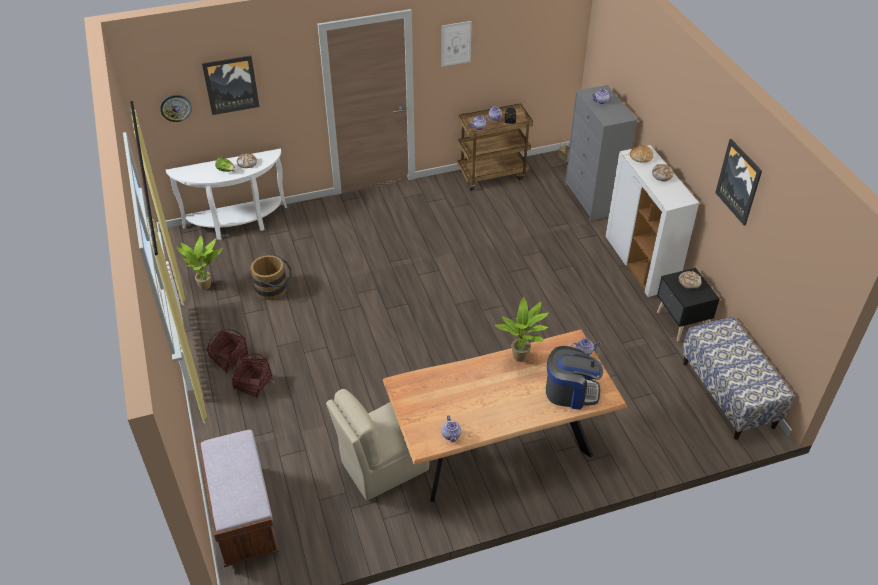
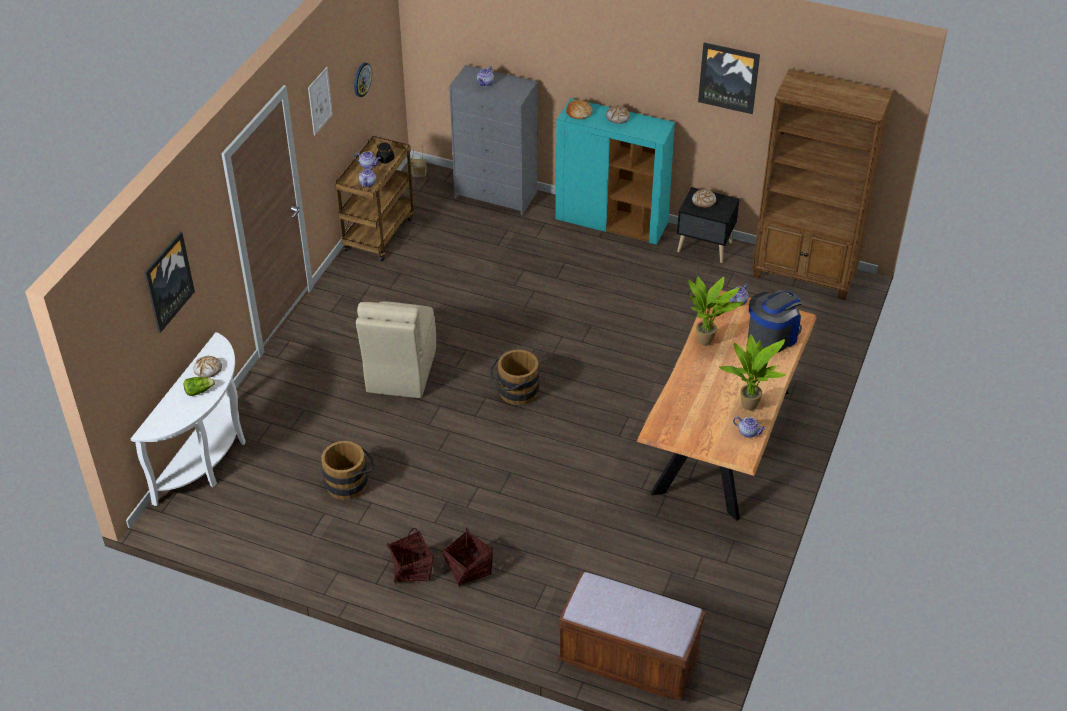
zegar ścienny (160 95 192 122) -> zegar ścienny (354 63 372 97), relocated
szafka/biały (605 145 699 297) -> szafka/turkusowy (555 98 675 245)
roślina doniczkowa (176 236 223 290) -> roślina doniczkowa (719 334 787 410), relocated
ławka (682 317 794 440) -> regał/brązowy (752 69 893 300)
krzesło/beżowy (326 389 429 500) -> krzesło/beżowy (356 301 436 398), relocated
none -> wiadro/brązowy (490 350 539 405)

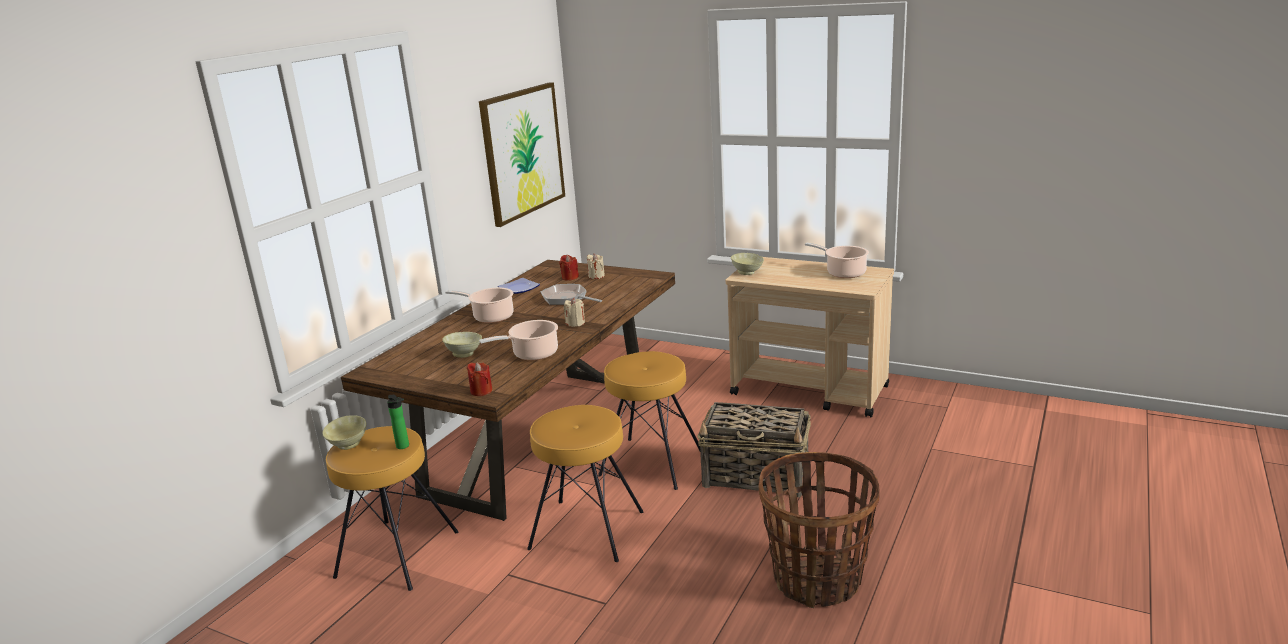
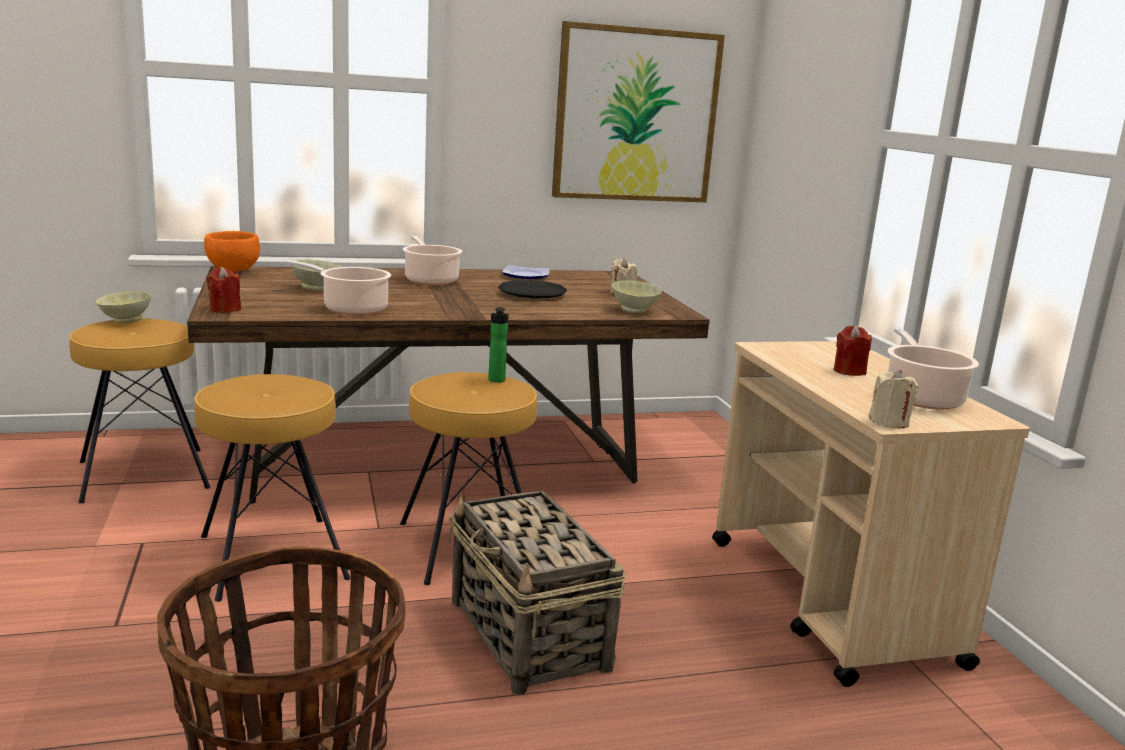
miska/beżowy (731 253 764 275) -> miska/beżowy (612 280 662 313), relocated
świeca/czerwony (559 255 579 281) -> świeca/czerwony (834 325 872 376), relocated
patelnia (541 284 602 305) -> talerz/czarny (498 280 567 298)
świeca/beżowy (564 298 585 327) -> świeca/beżowy (869 369 919 429), relocated
butelka (387 395 409 449) -> butelka (488 307 509 383), relocated
none -> miska/pomarańczowy (204 231 260 272)

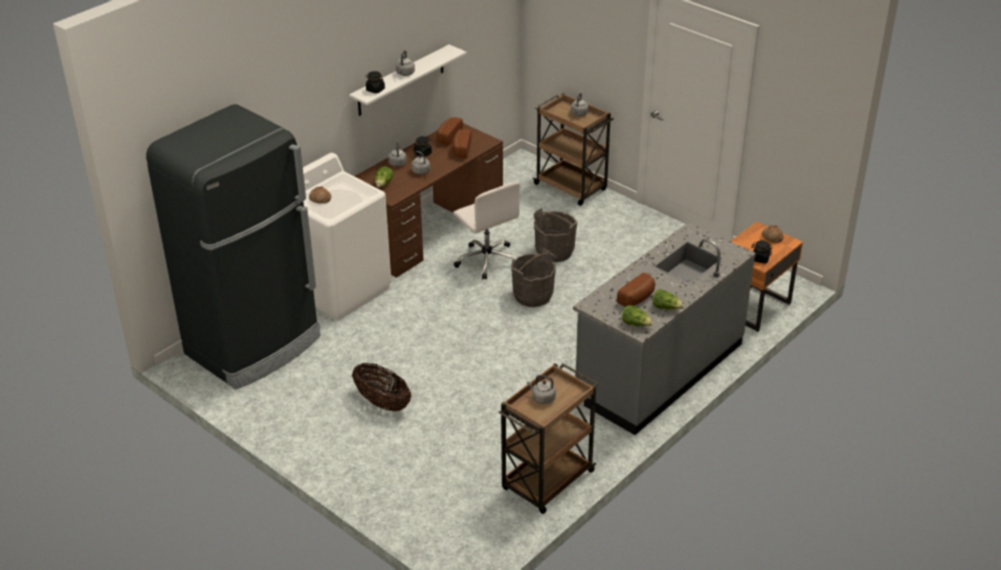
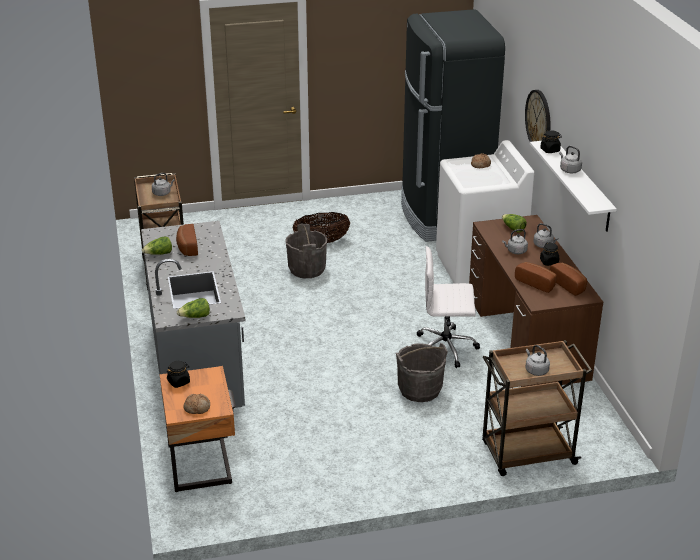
wiadro/szary (511 250 556 307) -> wiadro/szary (286 224 327 278), relocated
sałata (622 305 653 327) -> sałata (177 298 210 318), relocated
none -> zegar ścienny (525 90 550 142)

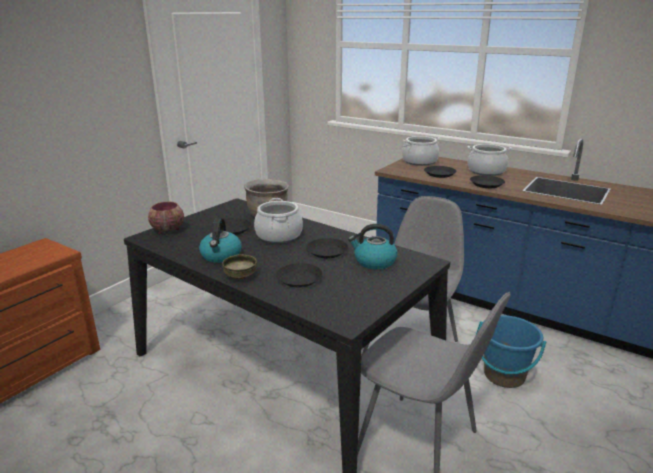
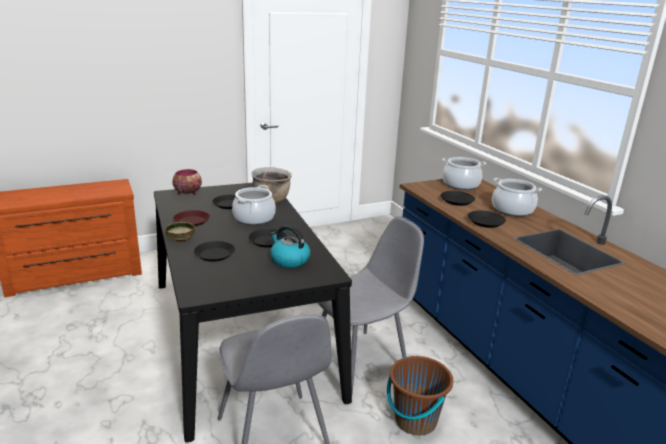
czajnik (199 218 242 263) -> talerz/brązowy (173 210 210 227)
wiadro/niebieski (476 315 547 388) -> wiadro/brązowy (387 356 453 435)

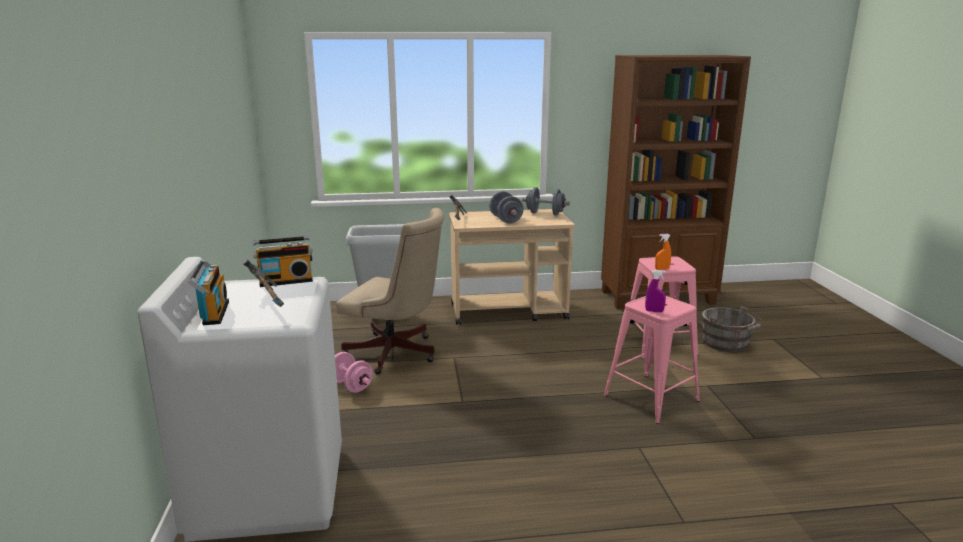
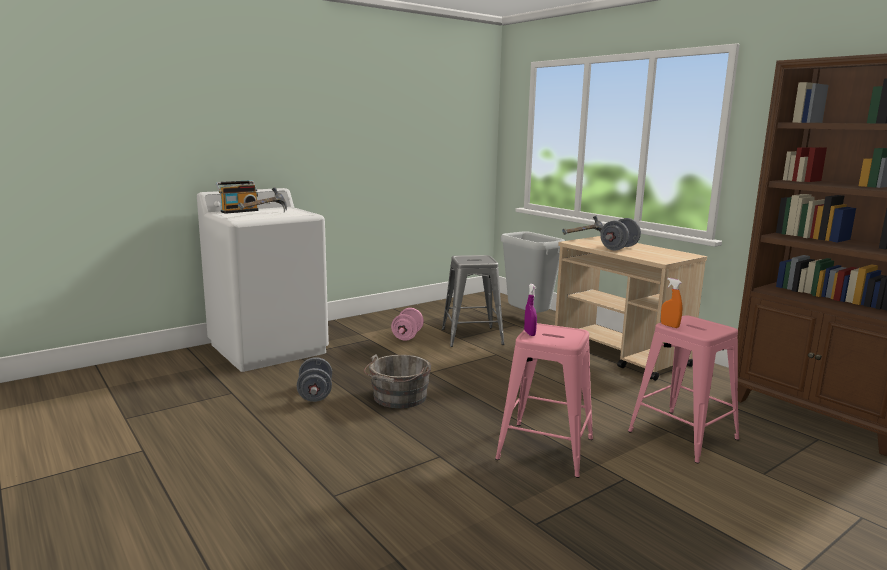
hantel/szary (522 187 570 215) -> hantel/szary (297 357 332 402), relocated
krzesło biurowe/beżowy (336 208 444 375) -> stołek/szary (442 255 505 347)
radio (252 236 313 287) -> none
wiadro/szary (701 306 762 352) -> wiadro/szary (364 354 431 408), relocated

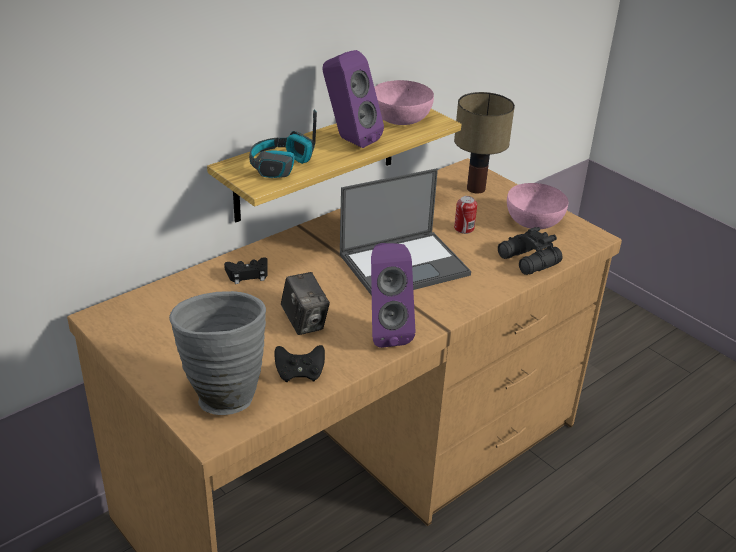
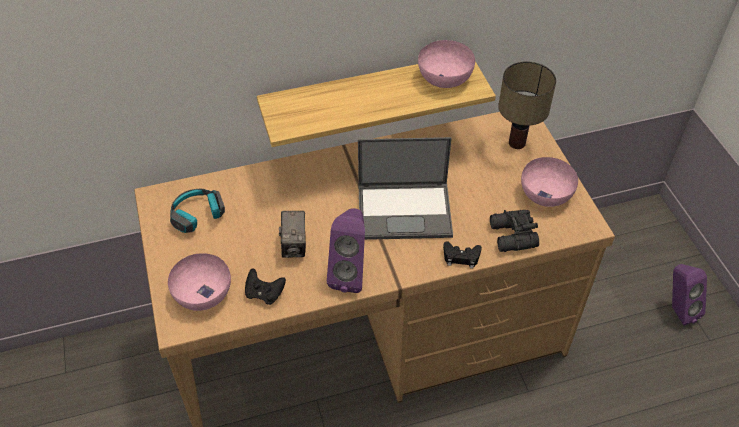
głośnik/fioletowy (322 50 384 148) -> głośnik/fioletowy (672 264 707 326), relocated
słuchawki (249 110 317 178) -> słuchawki (170 189 225 233), relocated
puszka (454 196 477 234) -> none
pad do gier/czarny (224 257 268 284) -> pad do gier/czarny (443 241 482 268), relocated
wazon/szary (169 291 266 415) -> miska/różowy (168 253 231 311)

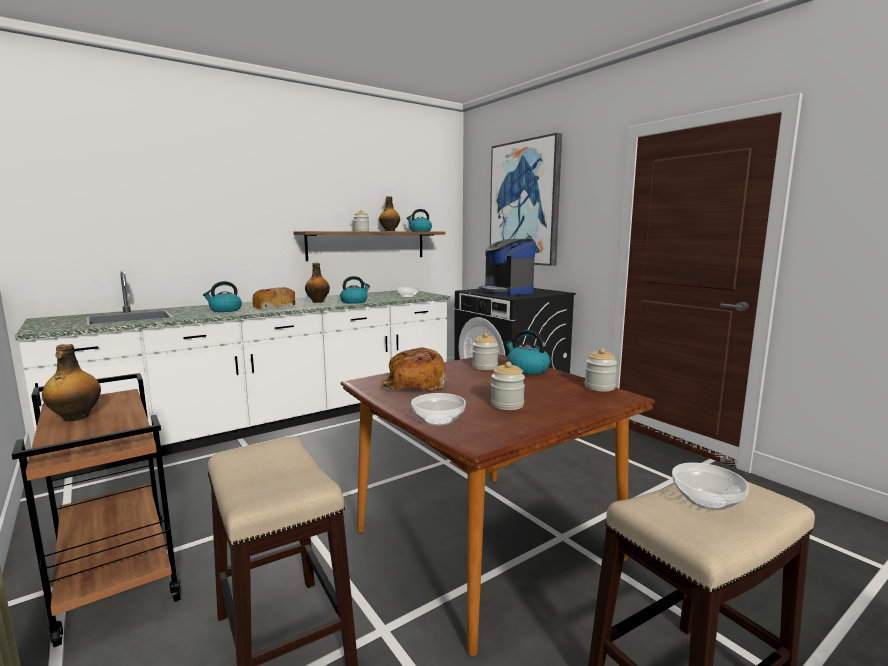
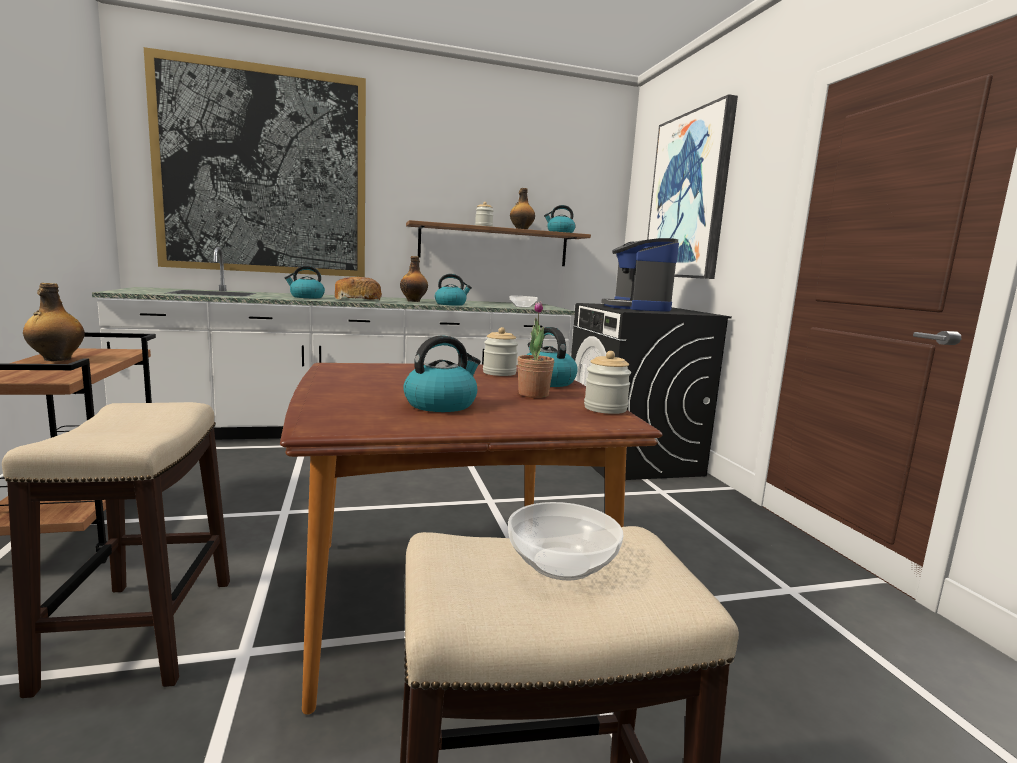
chleb (380 347 446 390) -> none
słoik (491 362 525 410) -> czajnik (403 335 481 412)
miska (411 393 466 426) -> none
none -> obraz (144 47 366 277)
none -> roślina doniczkowa (517 301 554 398)

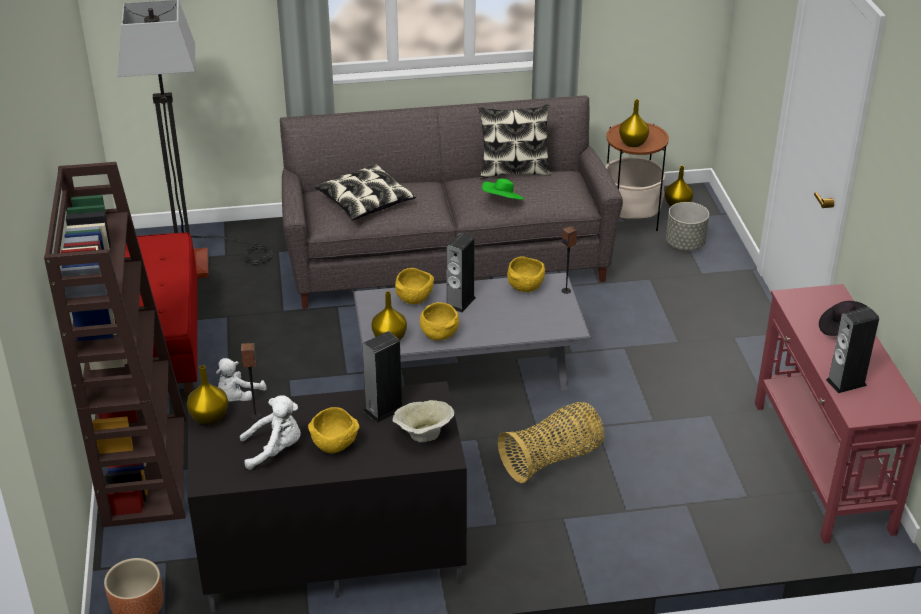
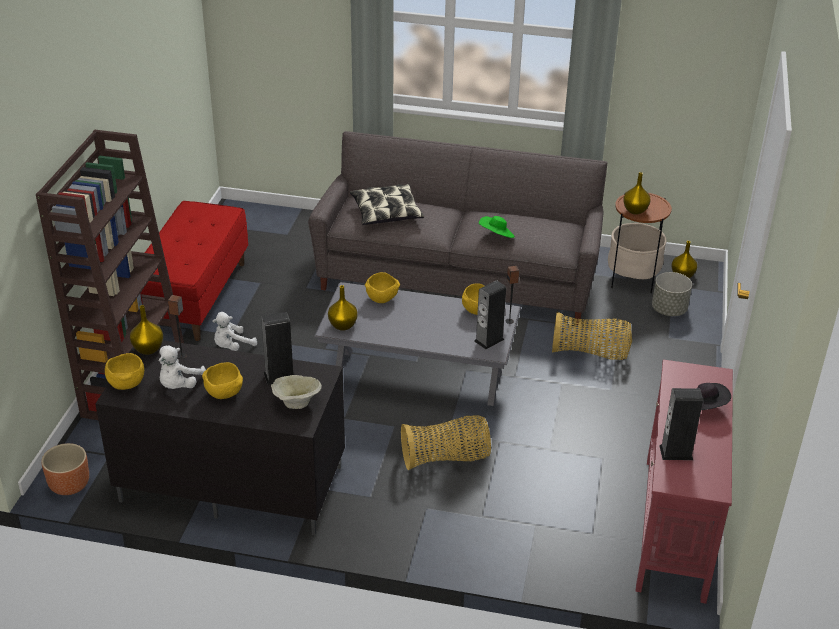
lampa stojąca (117 0 273 278) -> none
poduszka (479 104 551 179) -> none
głośnik (446 233 476 313) -> głośnik (474 280 506 350), relocated
miska/żółty (420 302 459 341) -> miska/żółty (105 353 144 390), relocated
pluszak/biały (240 395 300 470) -> pluszak/biały (159 345 206 389), 105 degrees clockwise
none -> koszyk (552 312 632 360)

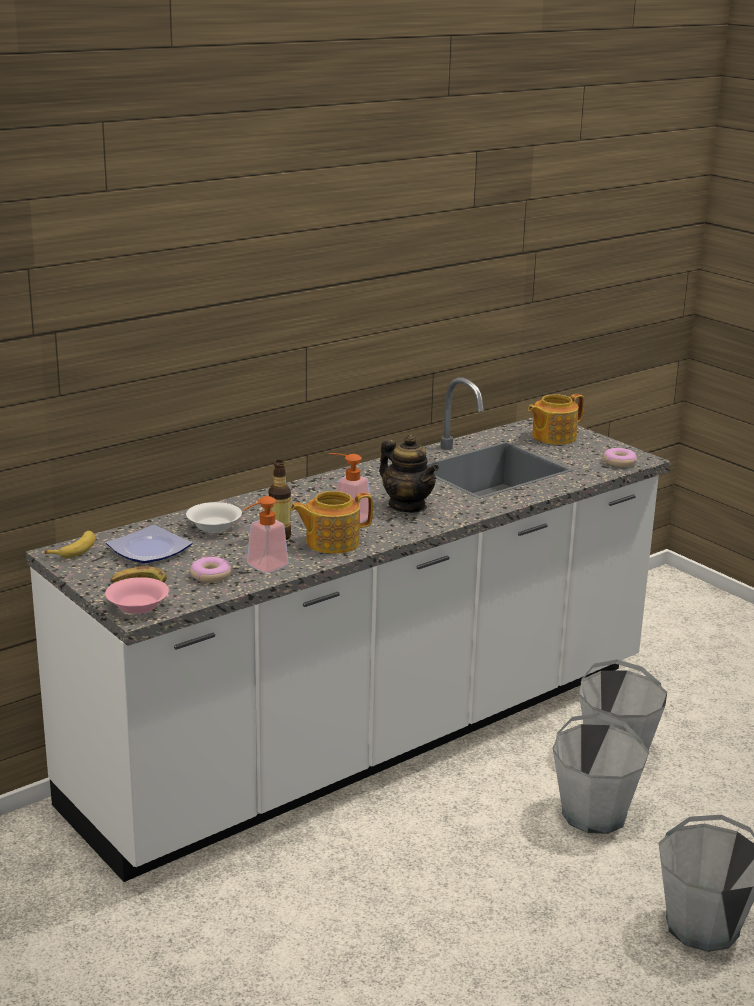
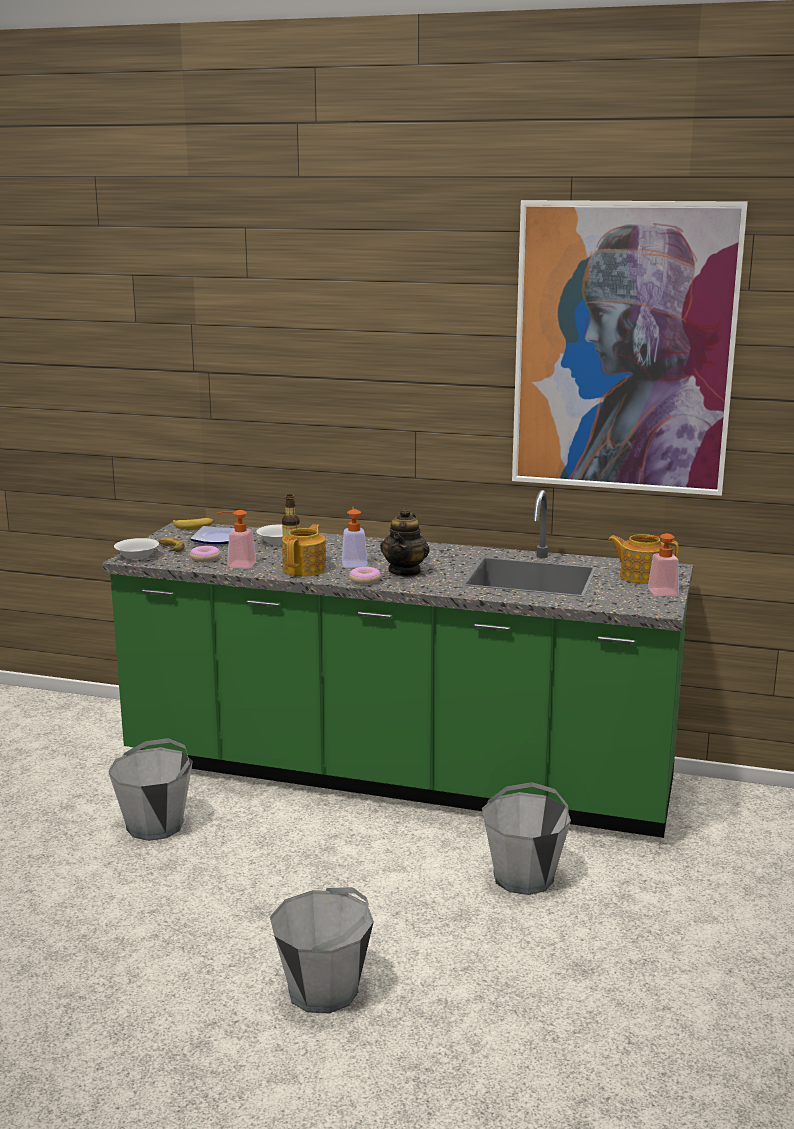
zabudowa kuchenna/biały (26 377 671 882) -> zabudowa kuchenna/zielony (102 490 693 838)
donut (603 448 637 467) -> donut (349 567 381 584), relocated
imbryk (290 491 373 554) -> imbryk (282 524 326 577), 75 degrees clockwise
miska/różowy (105 577 169 614) -> miska/biały (114 538 159 560)
wiadro/szary (553 713 649 834) -> wiadro/szary (108 738 193 841), relocated
none -> obraz (512 200 748 496)
none -> dozownik mydła (642 533 679 596)

